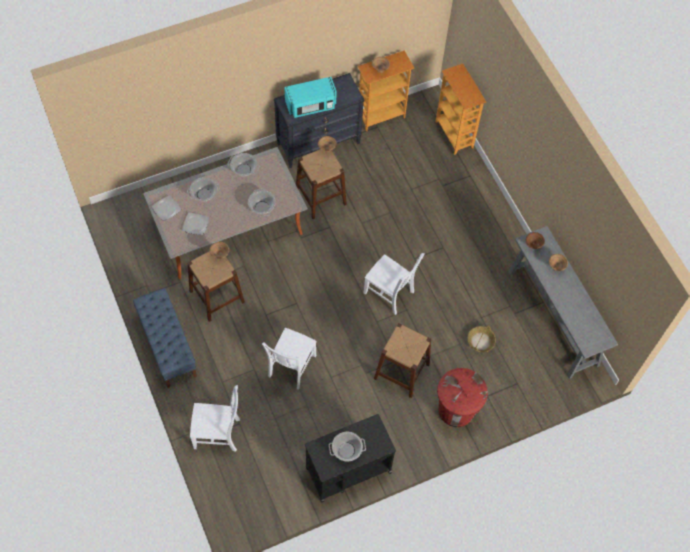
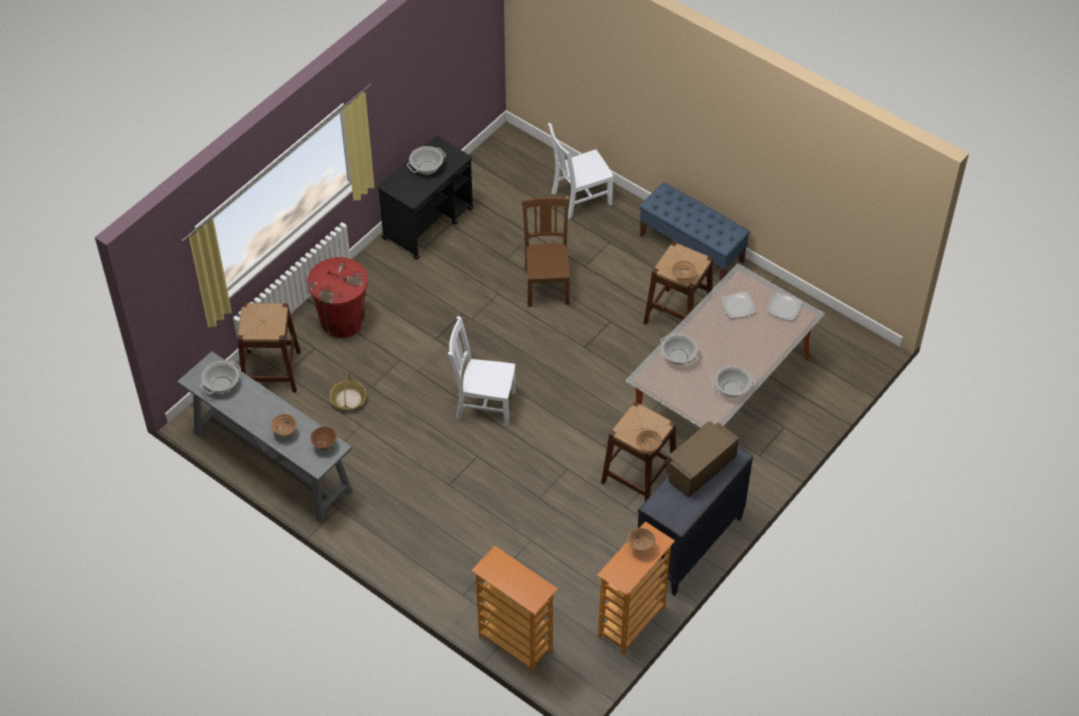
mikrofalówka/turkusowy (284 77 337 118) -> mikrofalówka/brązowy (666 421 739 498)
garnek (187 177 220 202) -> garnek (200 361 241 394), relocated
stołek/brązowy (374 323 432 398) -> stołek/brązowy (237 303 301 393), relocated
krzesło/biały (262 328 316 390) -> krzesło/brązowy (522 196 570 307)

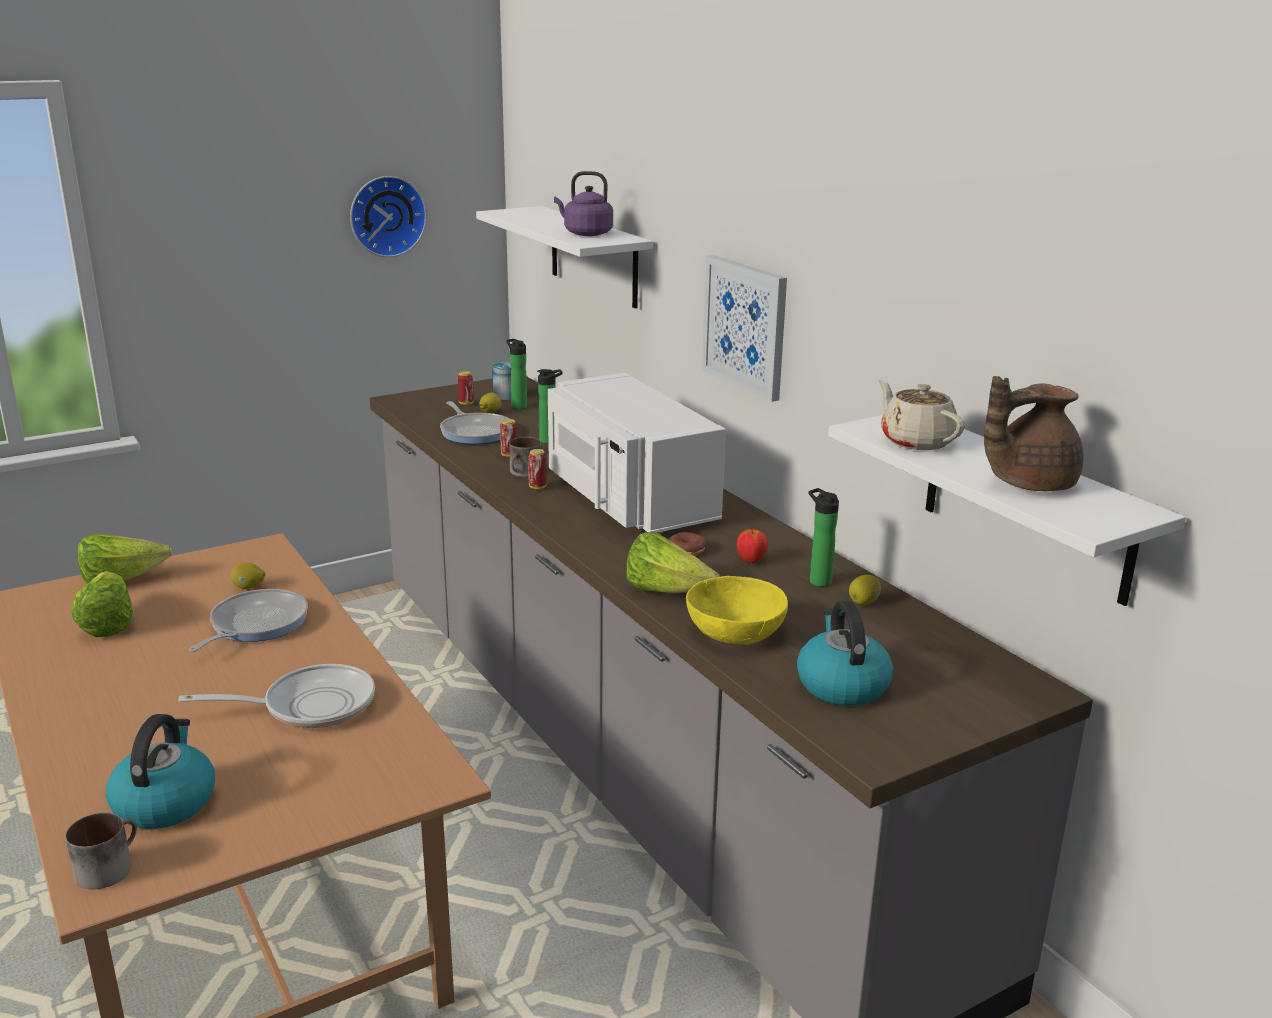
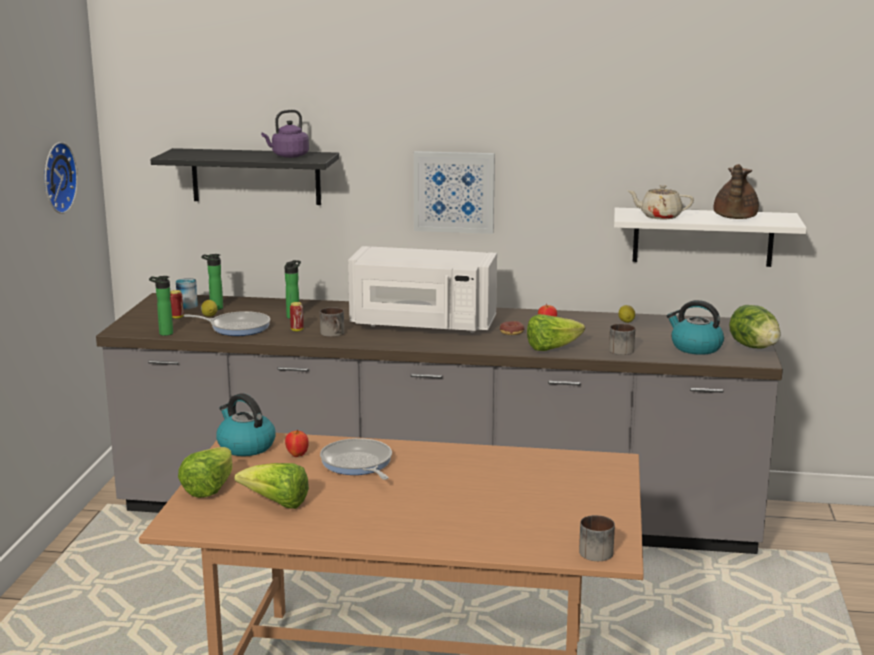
półka/biały (476 206 653 309) -> półka/czarny (151 148 339 205)
puszka (528 449 547 490) -> none
butelka (808 488 839 587) -> butelka (149 276 173 336), relocated
cytryna (231 563 265 589) -> jabłko (285 430 309 457)
miska/żółty (686 576 788 645) -> kubek (609 324 635 355)
patelnia (178 664 375 728) -> none
czajnik (106 714 215 829) -> czajnik (216 393 276 456), relocated
none -> sałata (729 305 781 348)

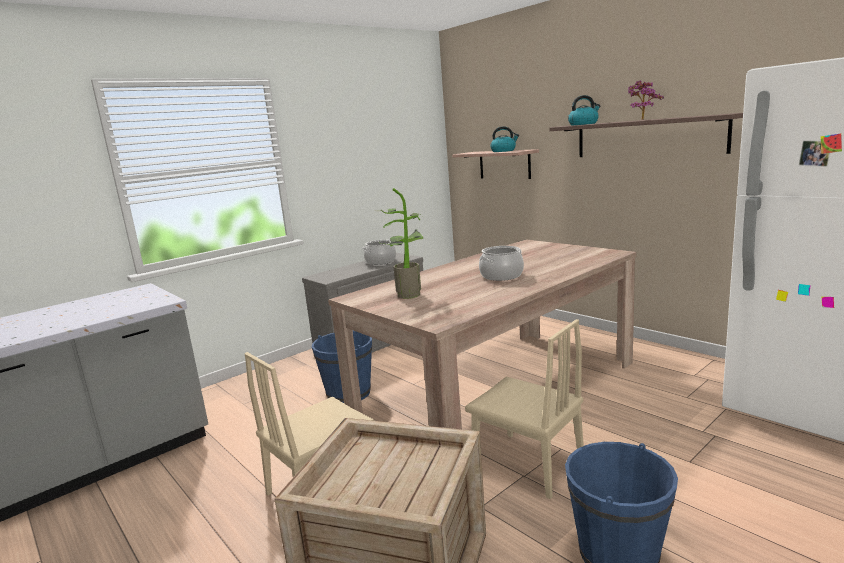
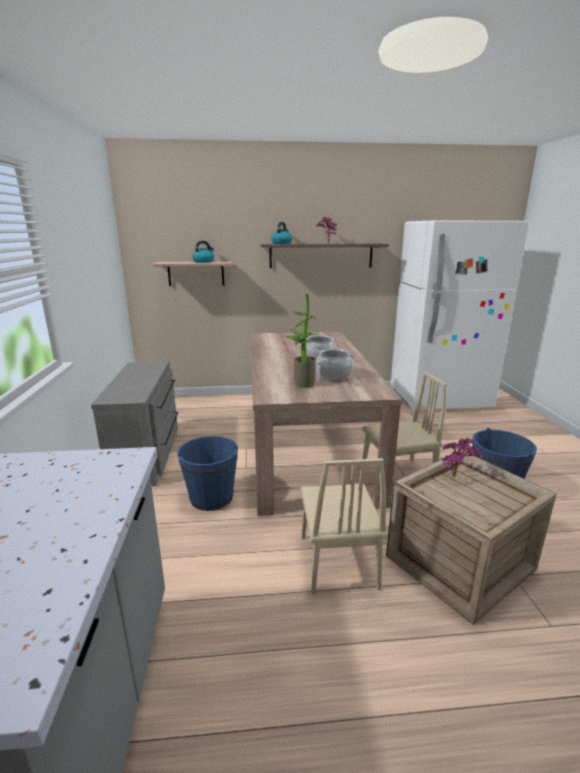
garnek (362 240 396 265) -> garnek (316 349 354 380), relocated
none -> roślina doniczkowa (442 437 483 477)

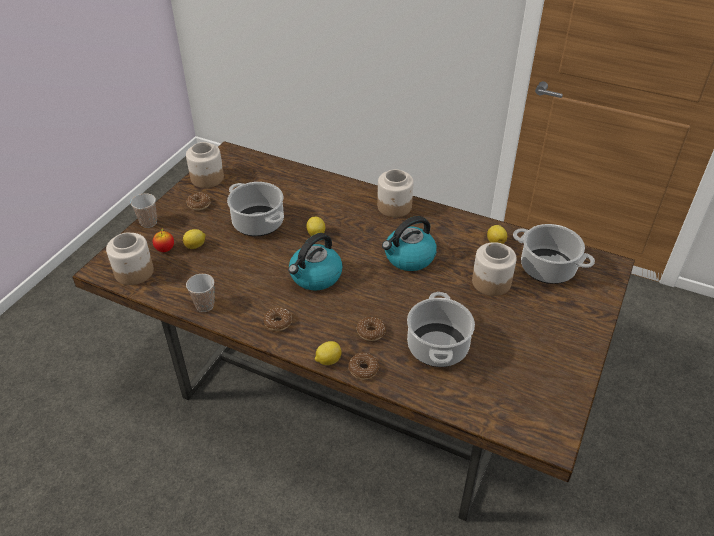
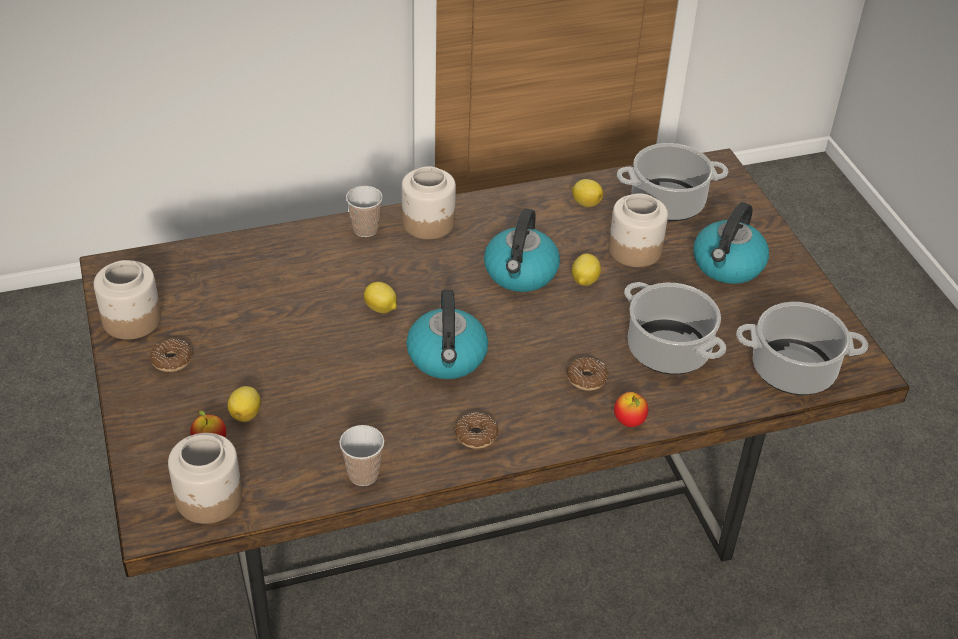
garnek (227 182 284 236) -> garnek (736 302 868 395), relocated
filiżanka (131 193 157 228) -> filiżanka (346 186 383 237), relocated
cytryna (315 341 342 365) -> cytryna (572 253 601 286), relocated
donut (348 353 379 379) -> jabłko (614 392 648 427)
none -> czajnik (693 202 769 284)

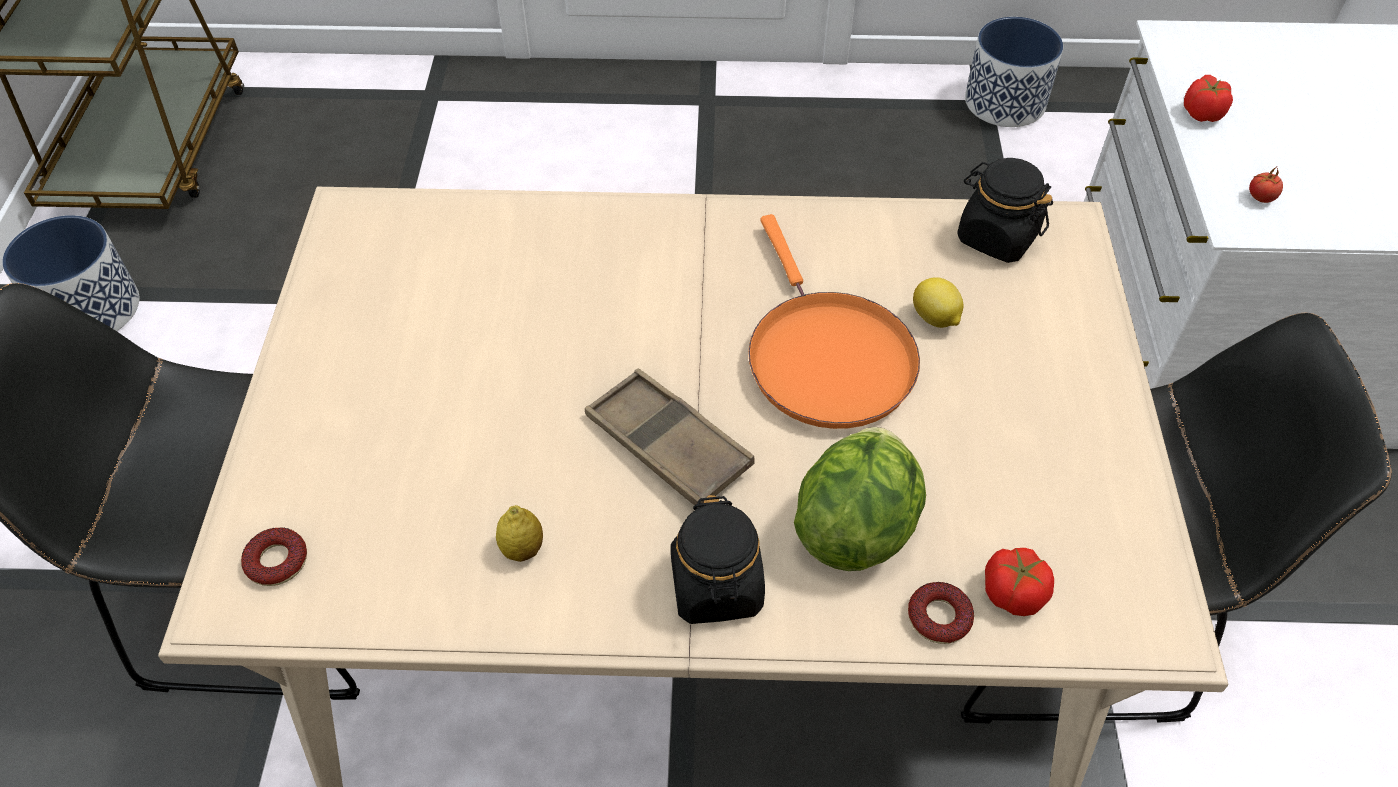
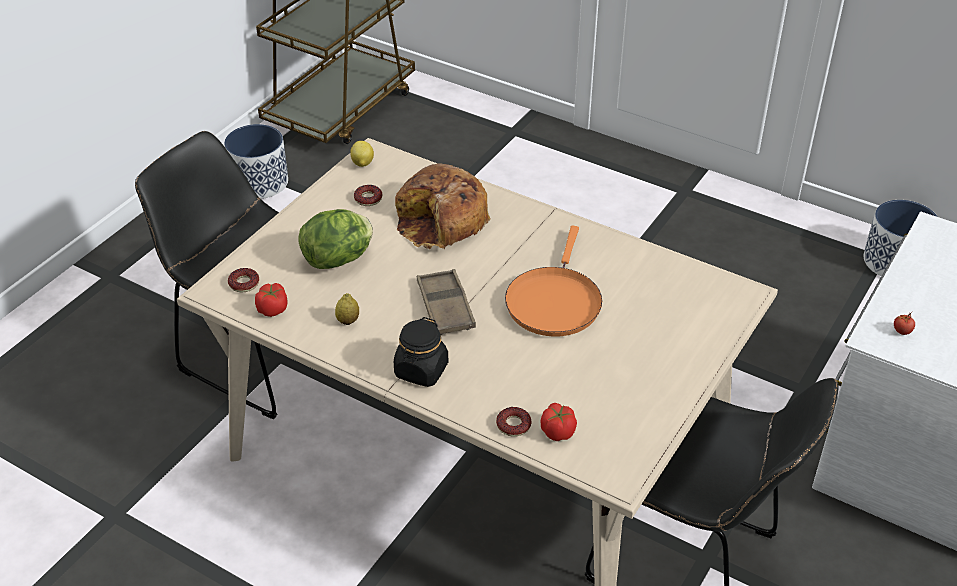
pomidor (1184 75 1233 122) -> pomidor (255 283 287 317), relocated
słoik/czarny (957 158 1053 263) -> none
cytryna (913 277 963 328) -> cytryna (350 141 374 167), relocated
sałata (794 427 926 571) -> sałata (298 209 373 269), relocated
none -> chleb (395 163 491 249)
none -> donut (354 185 382 206)

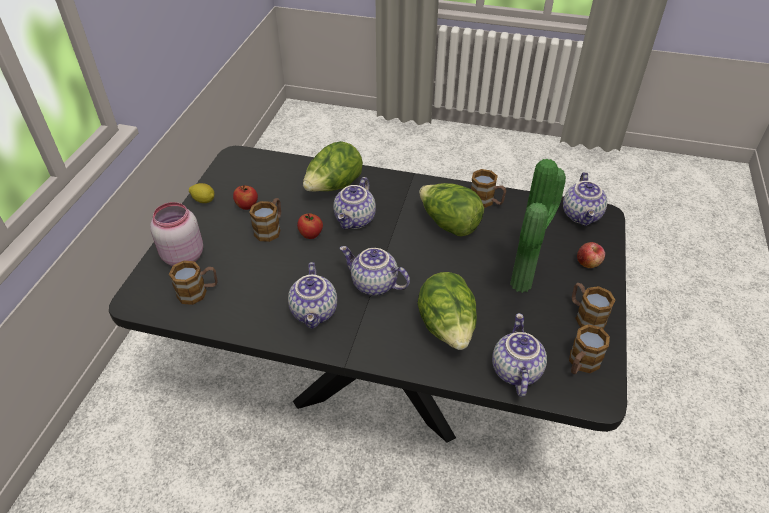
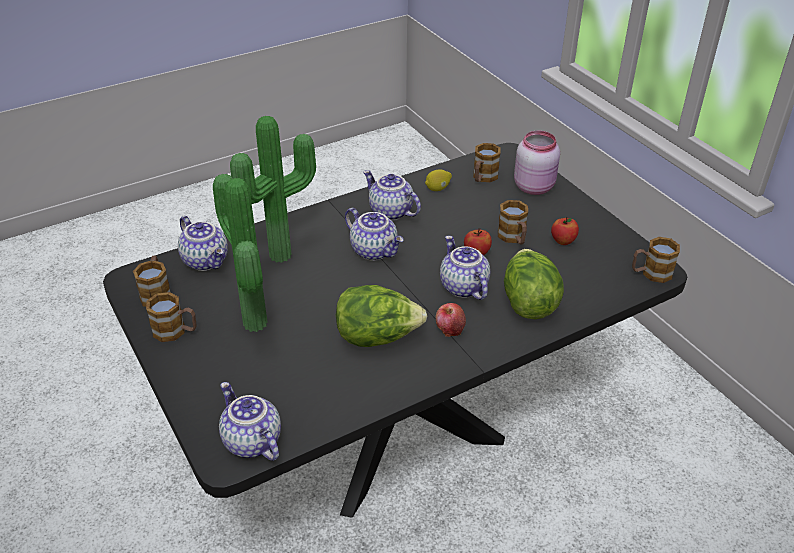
kubek (471 169 506 208) -> kubek (632 237 680 283), relocated
cytryna (189 183 214 203) -> cytryna (425 170 452 191), relocated
jabłko (577 242 605 268) -> jabłko (436 303 466 337), relocated
imbryk (340 246 410 296) -> imbryk (345 208 404 261), 60 degrees clockwise
sałata (418 272 477 350) -> roślina doniczkowa (230 116 316 263)

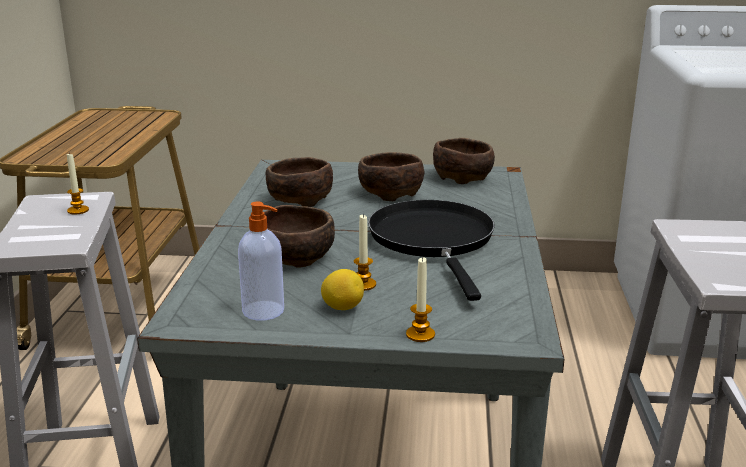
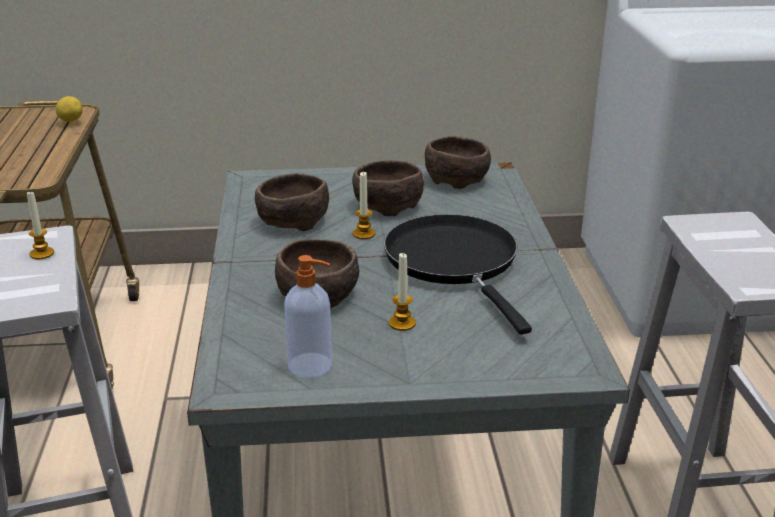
świeca (406 257 435 342) -> świeca (353 172 376 239), relocated
cytryna (321 269 364 310) -> cytryna (55 96 83 122), relocated

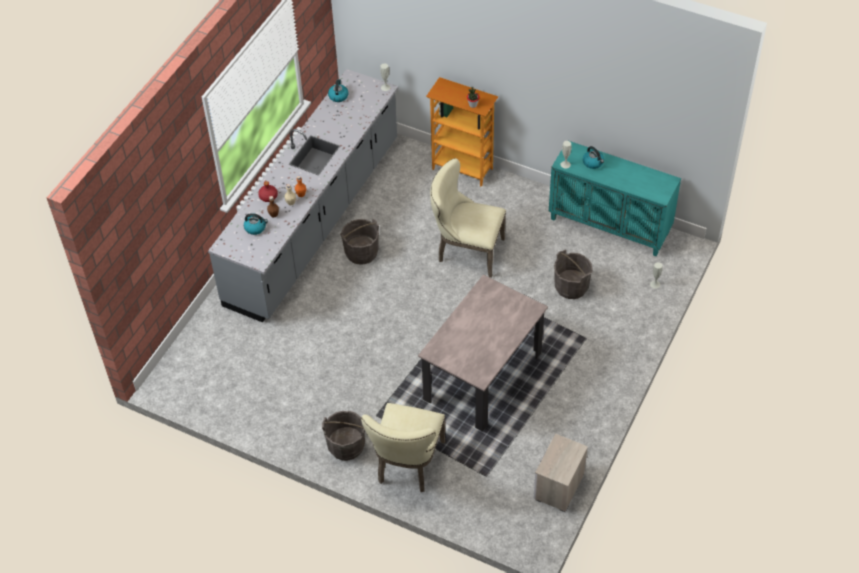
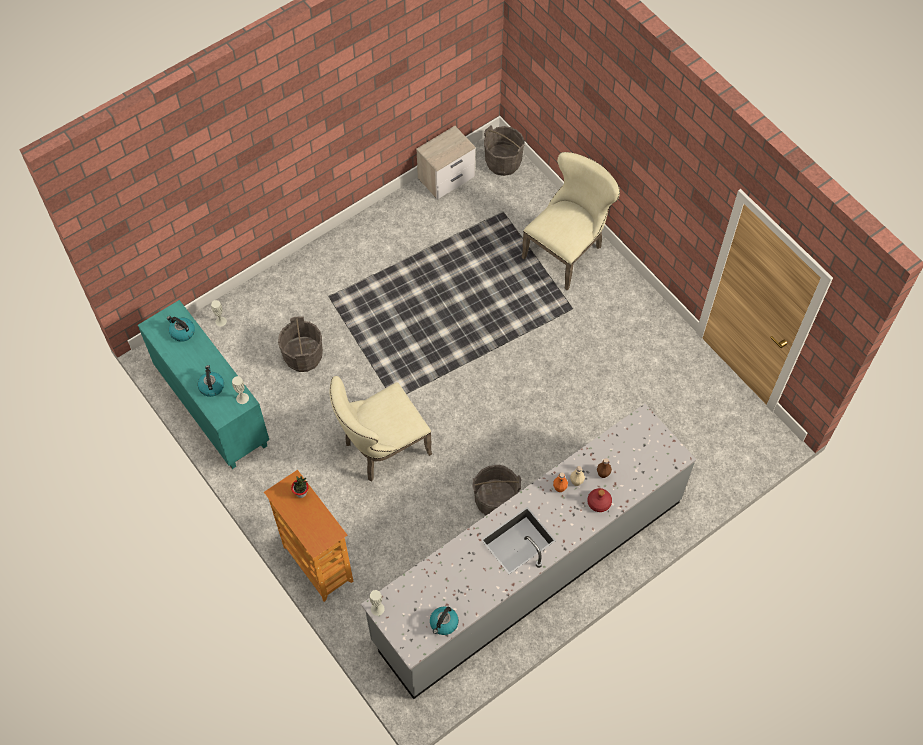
krzesło/beżowy (430 158 506 278) -> krzesło/beżowy (330 376 432 481), 105 degrees clockwise
czajnik (244 213 268 235) -> czajnik (167 316 195 342), relocated
stół jadalny/beżowy (418 275 548 432) -> none
wiadro/szary (322 411 365 461) -> wiadro/szary (484 125 525 176), relocated

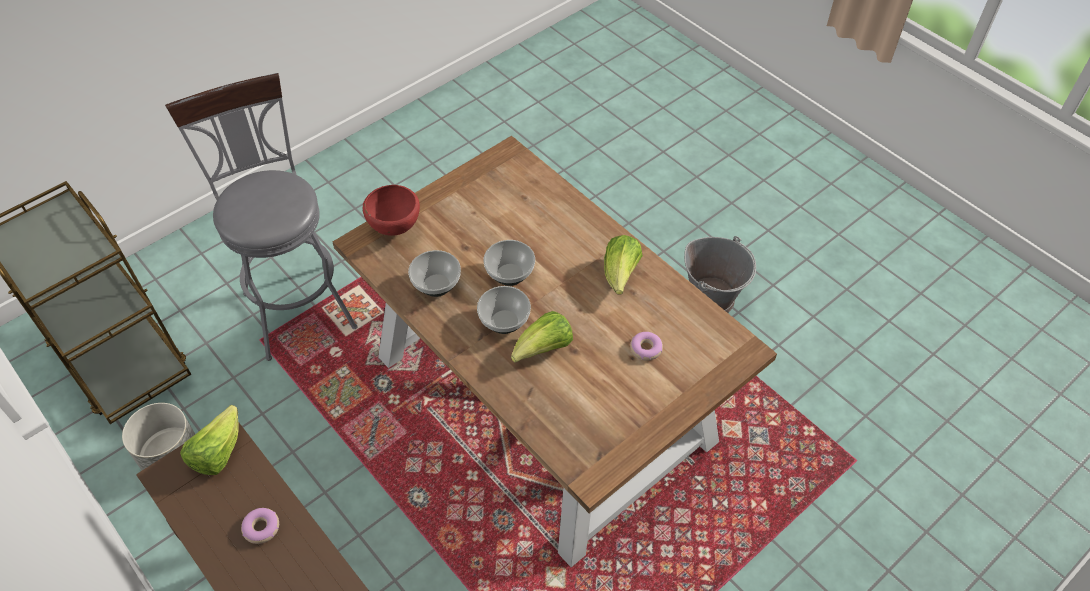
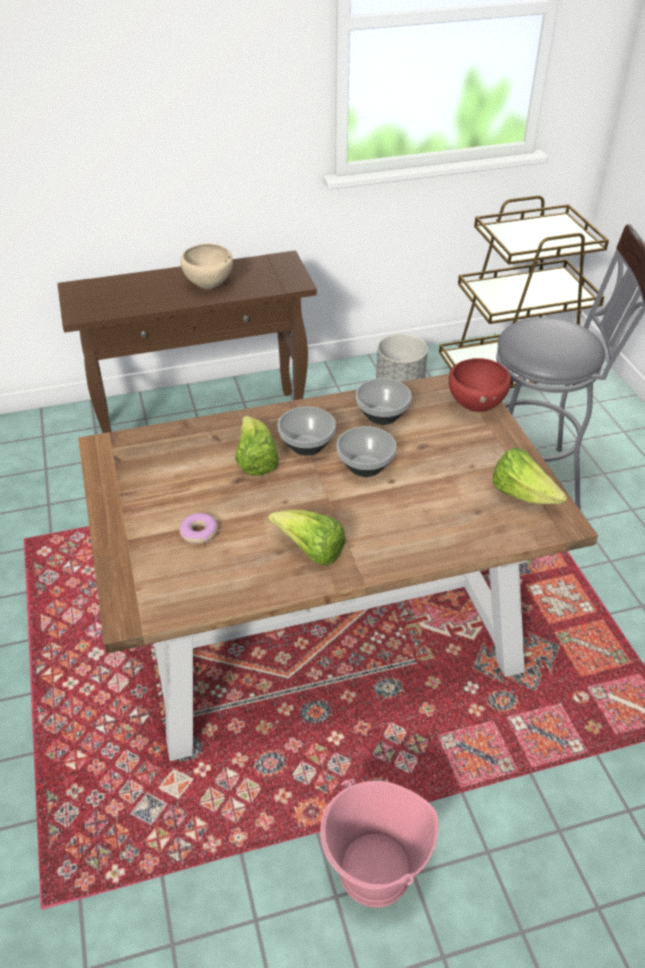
wiadro/szary (684 236 756 313) -> wiadro/różowy (320 778 439 908)
sałata (180 405 239 475) -> sałata (493 448 567 504), relocated
donut (241 508 279 544) -> miska/beżowy (180 243 233 289)

